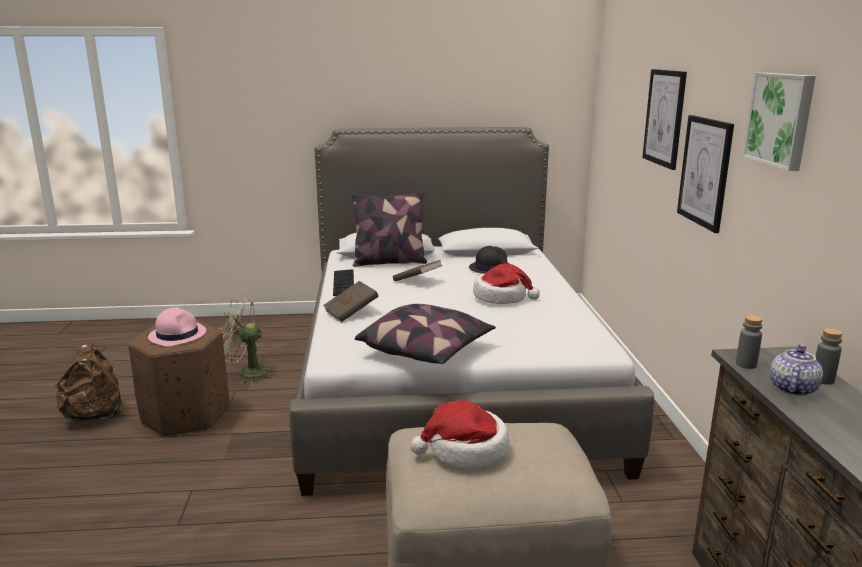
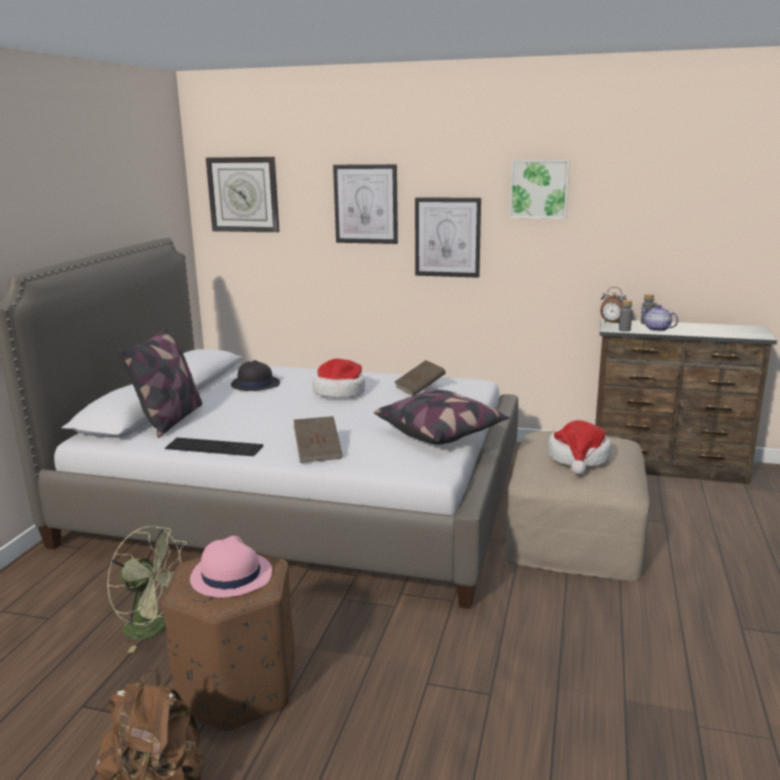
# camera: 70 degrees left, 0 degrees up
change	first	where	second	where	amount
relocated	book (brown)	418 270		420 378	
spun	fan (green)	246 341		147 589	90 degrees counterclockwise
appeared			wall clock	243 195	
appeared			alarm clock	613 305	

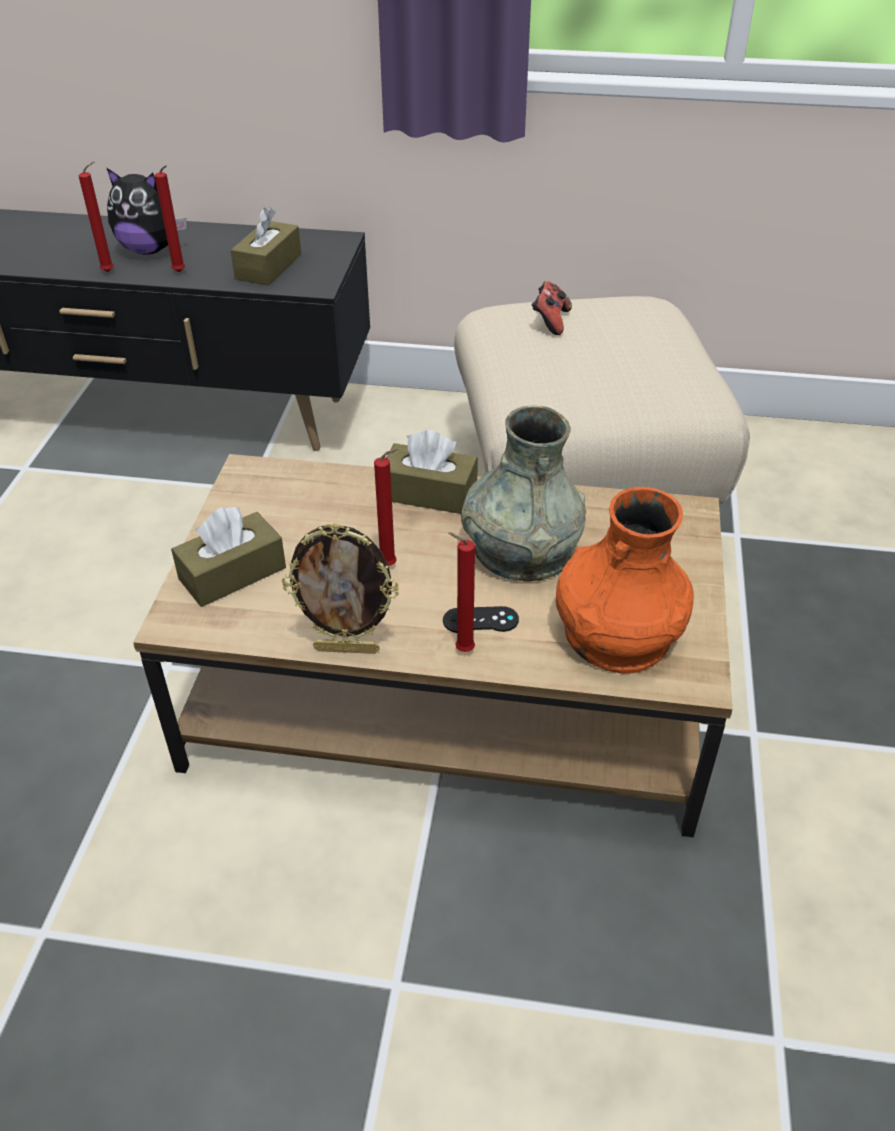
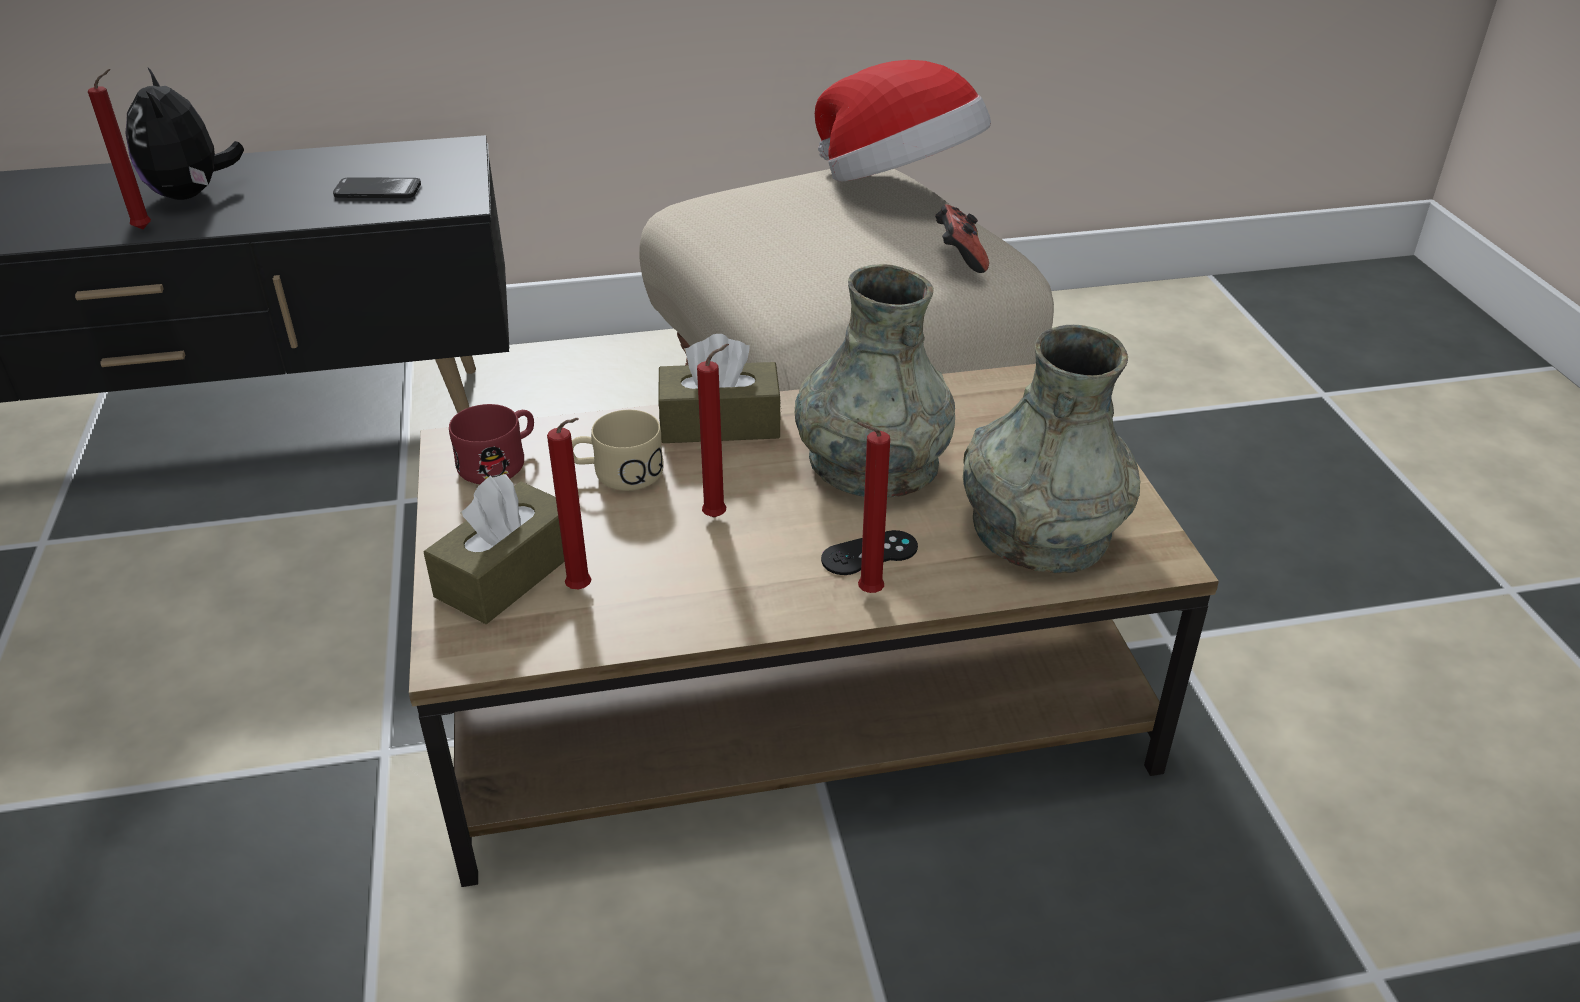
# camera: 20 degrees left, 5 degrees down
change	first	where	second	where	amount
relocated	candle (red)	170 218		569 503	
spun	plush toy	147 211		184 134	75 degrees clockwise
exchanged	tissue box (brown)	266 246	phone	377 187	
relocated	game controller	552 308		962 238	
colour	vase (orange)	625 580	vase (grey)	1052 449	
missing	picture frame	340 588			
appeared			hat	903 121	
appeared			mug (red)	491 444	
appeared			mug (beige)	618 450	

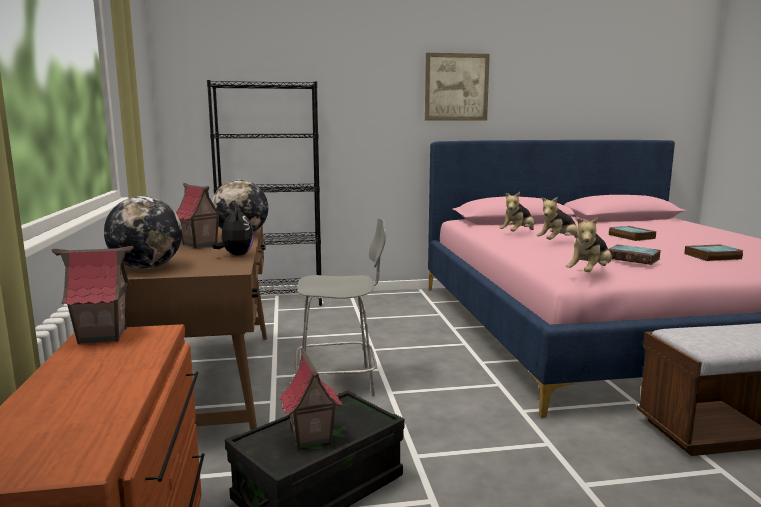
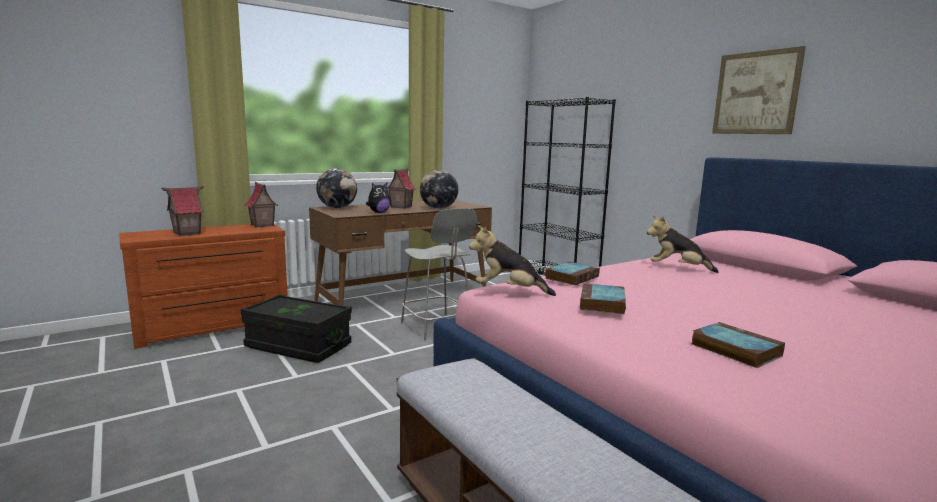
# camera: 65 degrees right, 0 degrees up
change	first	where	second	where	amount
missing	plush toy	557 218			
relocated	book	632 233		572 274	
relocated	toy house	310 398		182 211	

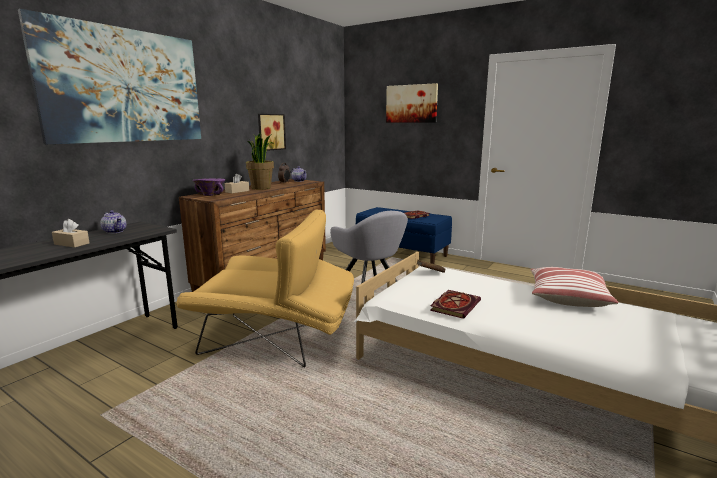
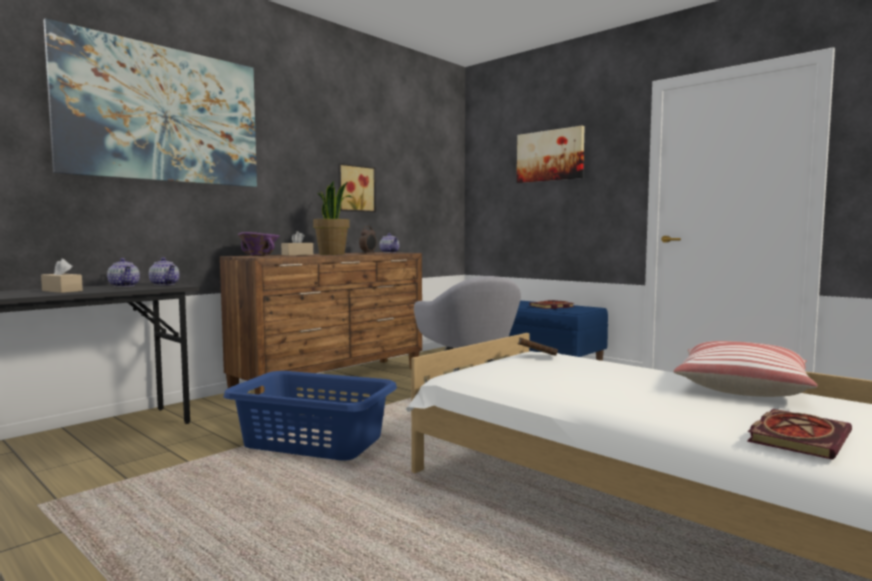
# camera: 10 degrees right, 10 degrees down
change	first	where	second	where	amount
exchanged	armchair (yellow)	265 288	laundry basket (blue)	310 416	
relocated	book	455 304		799 434	
appeared			teapot	164 271	

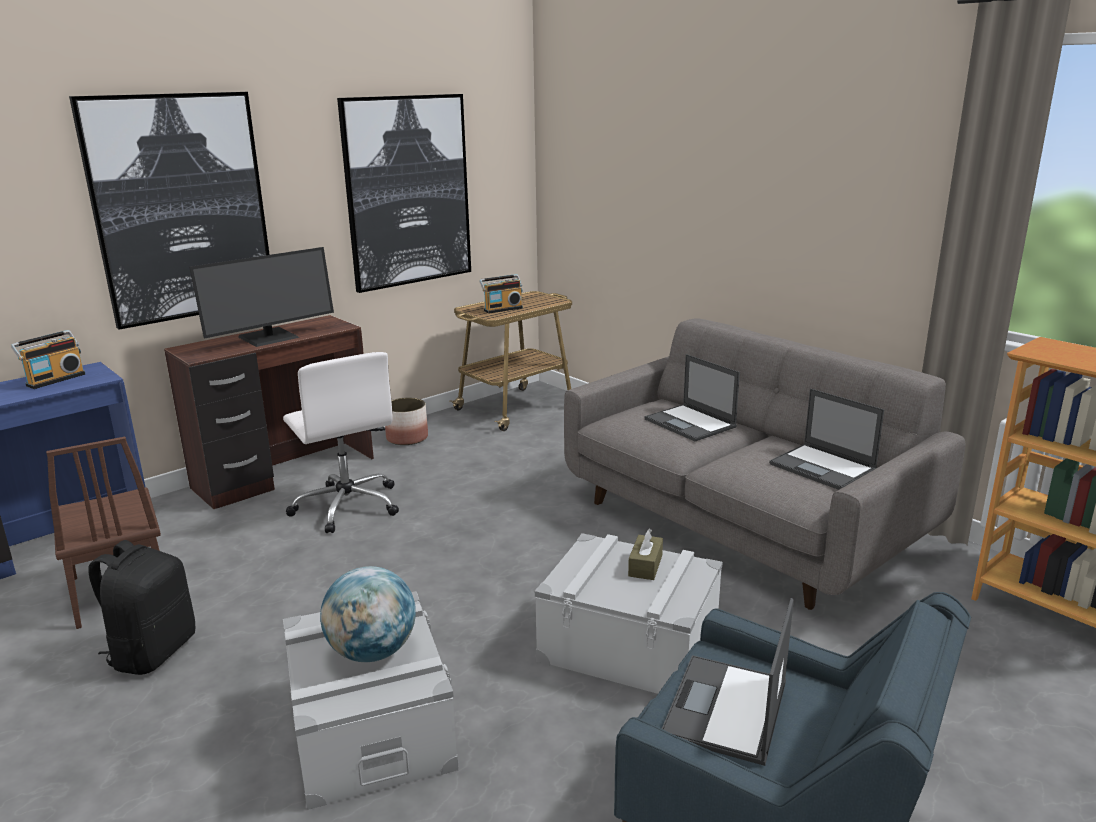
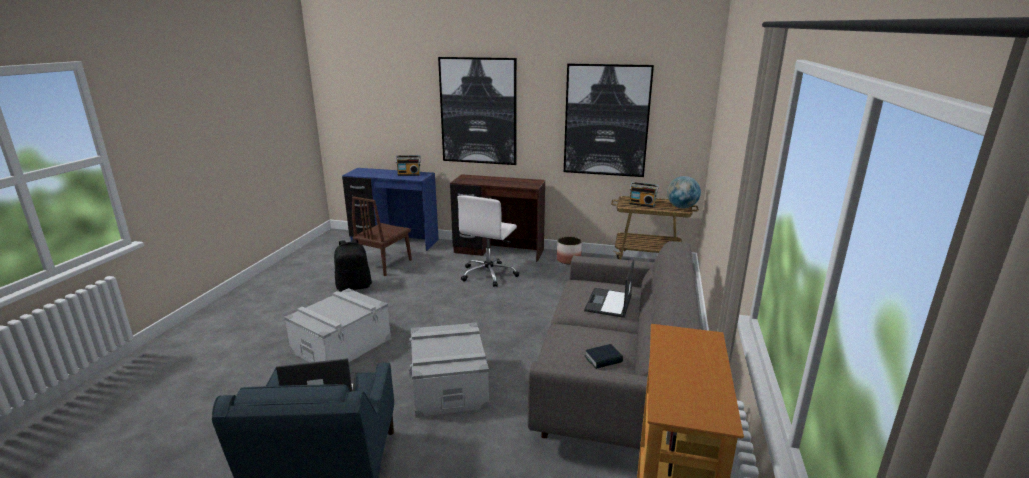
# camera: 55 degrees right, 0 degrees up
change	first	where	second	where	amount
missing	monitor	261 297			
exchanged	laptop	827 439	book	604 356	
missing	tissue box (brown)	645 554			
relocated	globe	368 614		684 192	

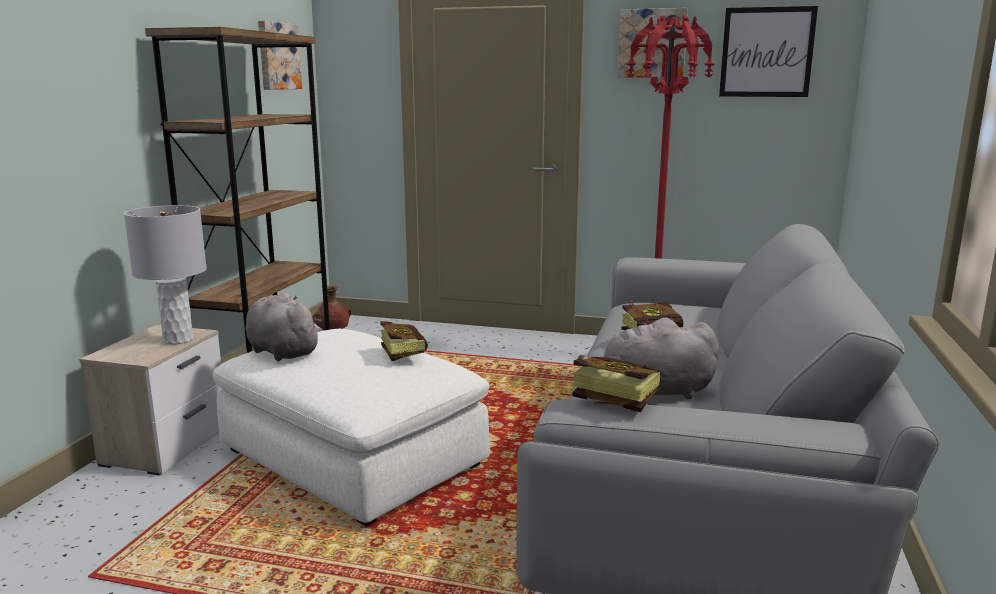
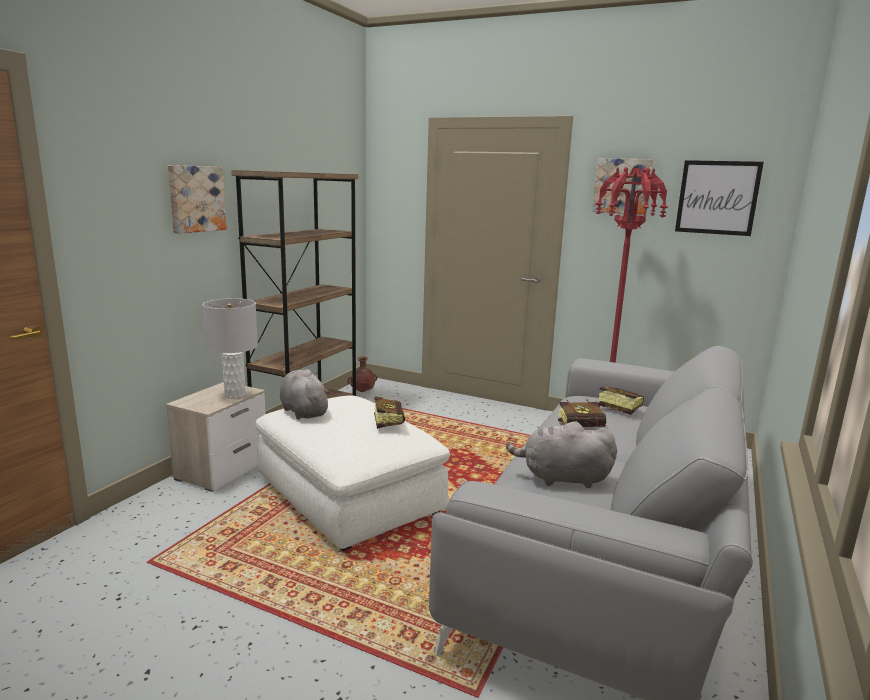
# camera: 10 degrees right, 0 degrees up
change	first	where	second	where	amount
relocated	picture	280 55		197 199	
relocated	book	611 384		621 401	

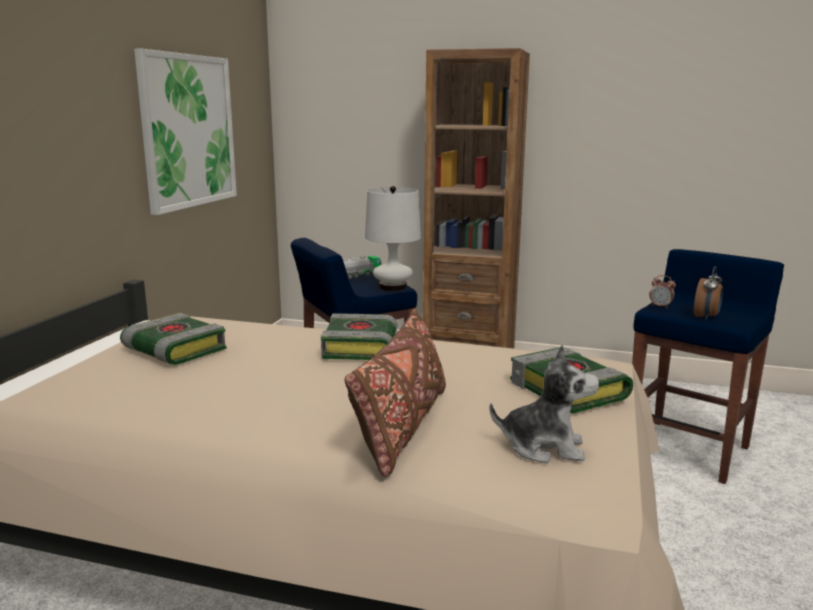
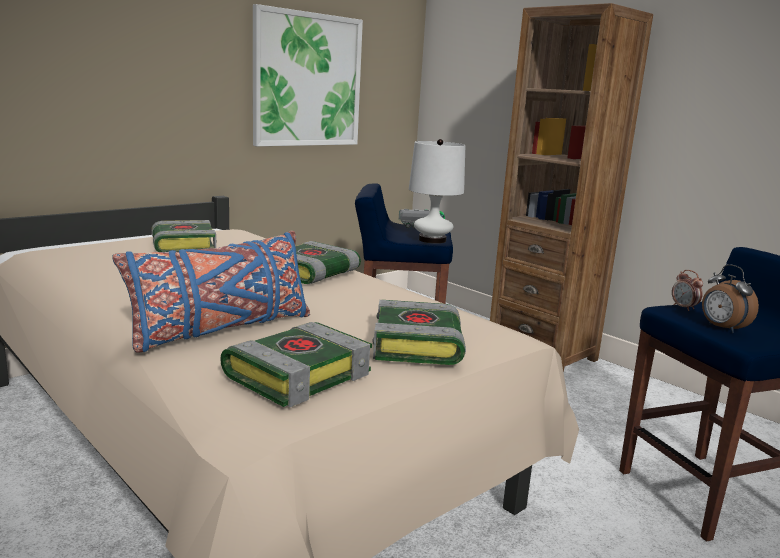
# camera: 30 degrees right, 0 degrees up
change	first	where	second	where	amount
spun	alarm clock	708 293		730 298	90 degrees clockwise
colour	pillow (brown)	395 393	pillow (blue)	211 292	
exchanged	plush toy	545 404	book	296 364	

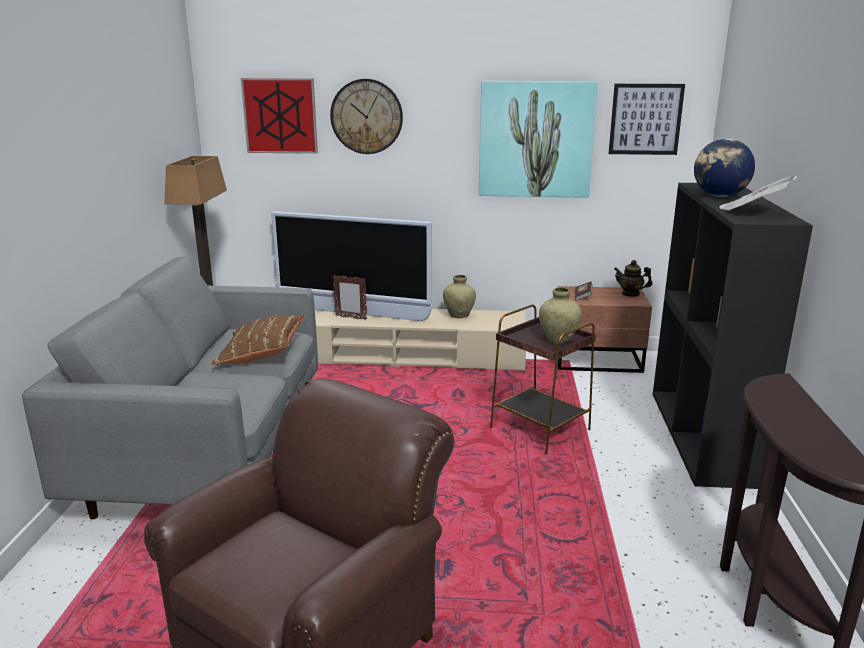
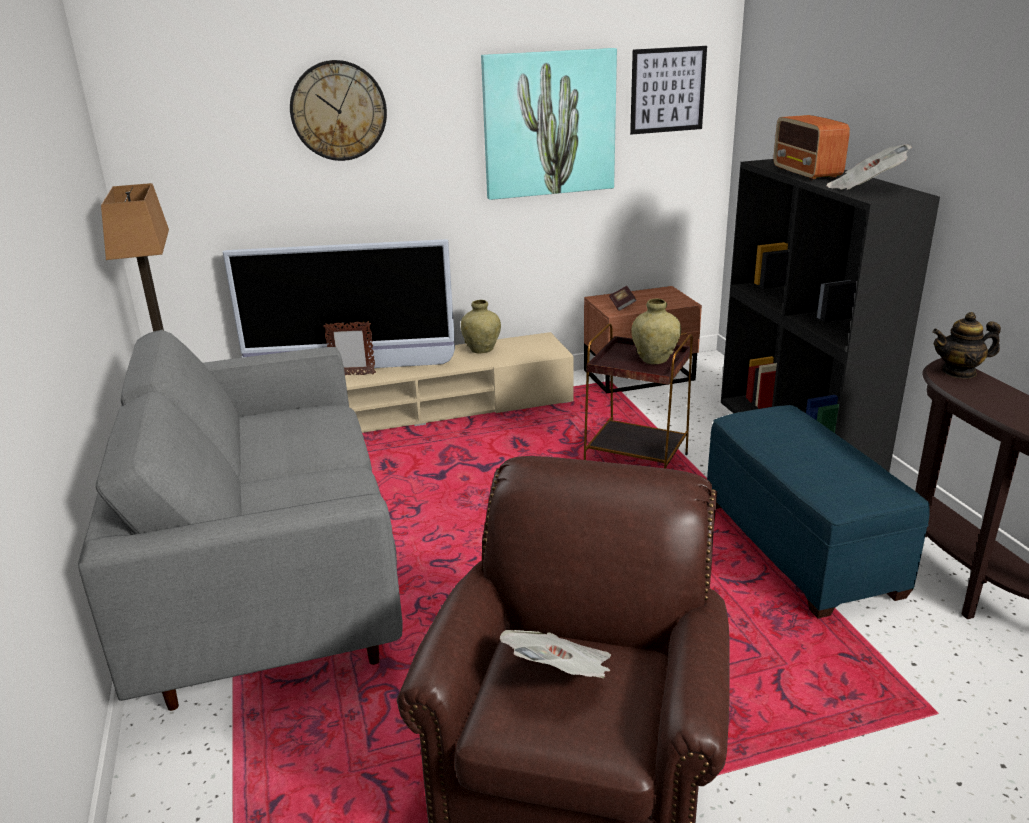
# camera: 20 degrees left, 5 degrees up
change	first	where	second	where	amount
missing	picture	279 116			
exchanged	globe	724 168	radio	812 148	
relocated	teapot	633 278		966 345	
missing	pillow (brown)	258 340			
appeared			ottoman (blue)	818 511	
appeared			newspaper	555 654	

